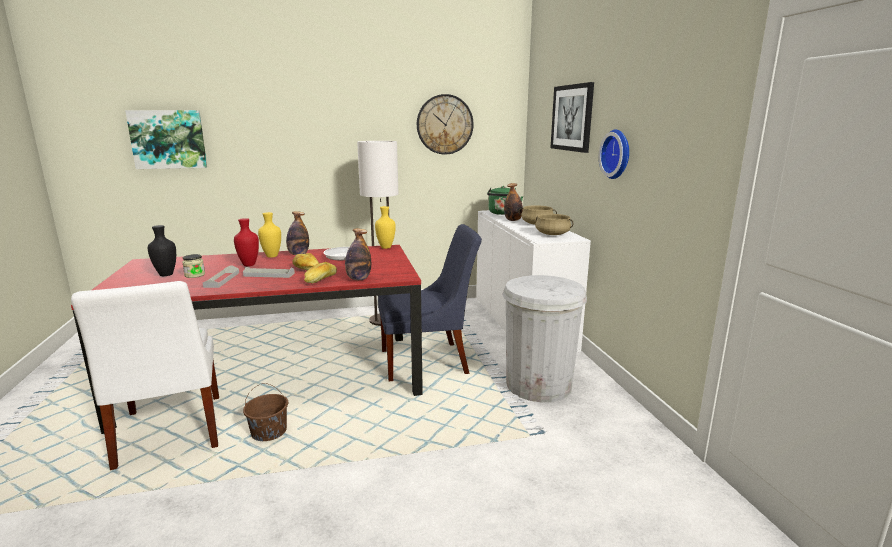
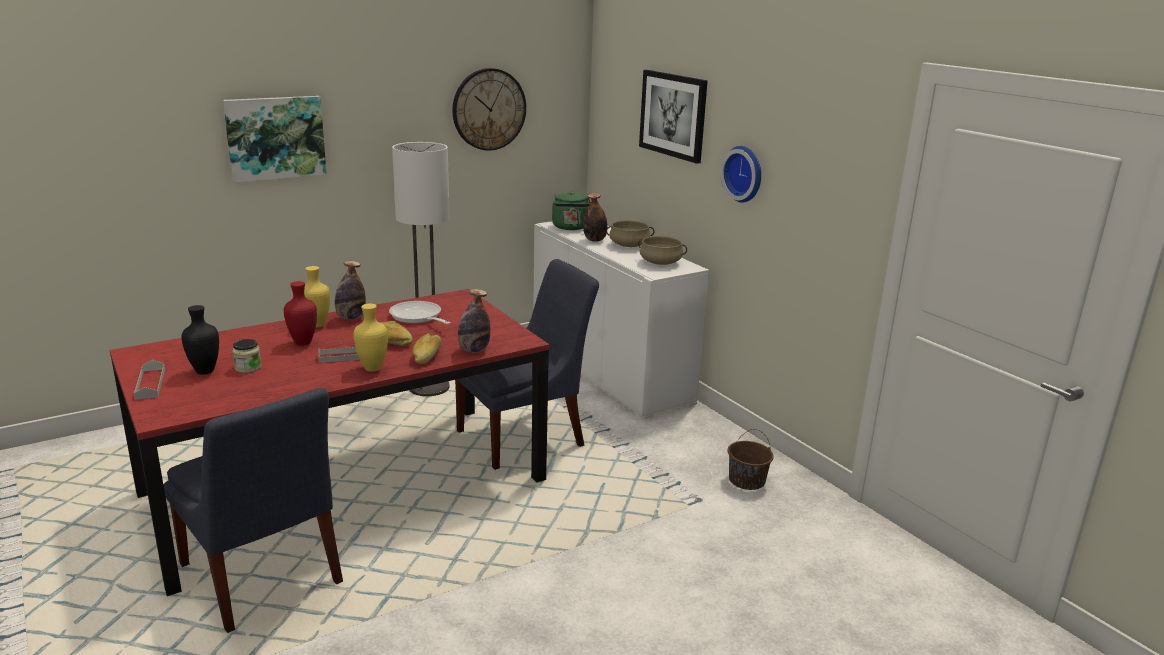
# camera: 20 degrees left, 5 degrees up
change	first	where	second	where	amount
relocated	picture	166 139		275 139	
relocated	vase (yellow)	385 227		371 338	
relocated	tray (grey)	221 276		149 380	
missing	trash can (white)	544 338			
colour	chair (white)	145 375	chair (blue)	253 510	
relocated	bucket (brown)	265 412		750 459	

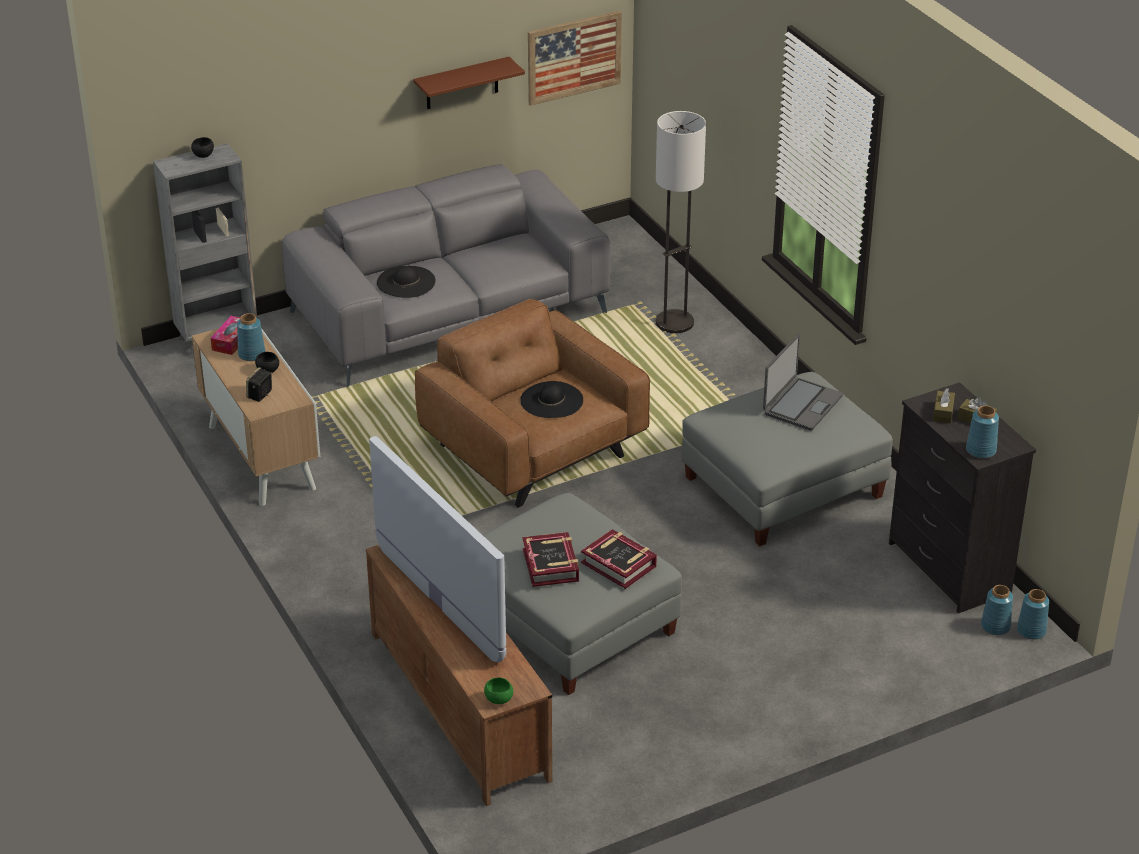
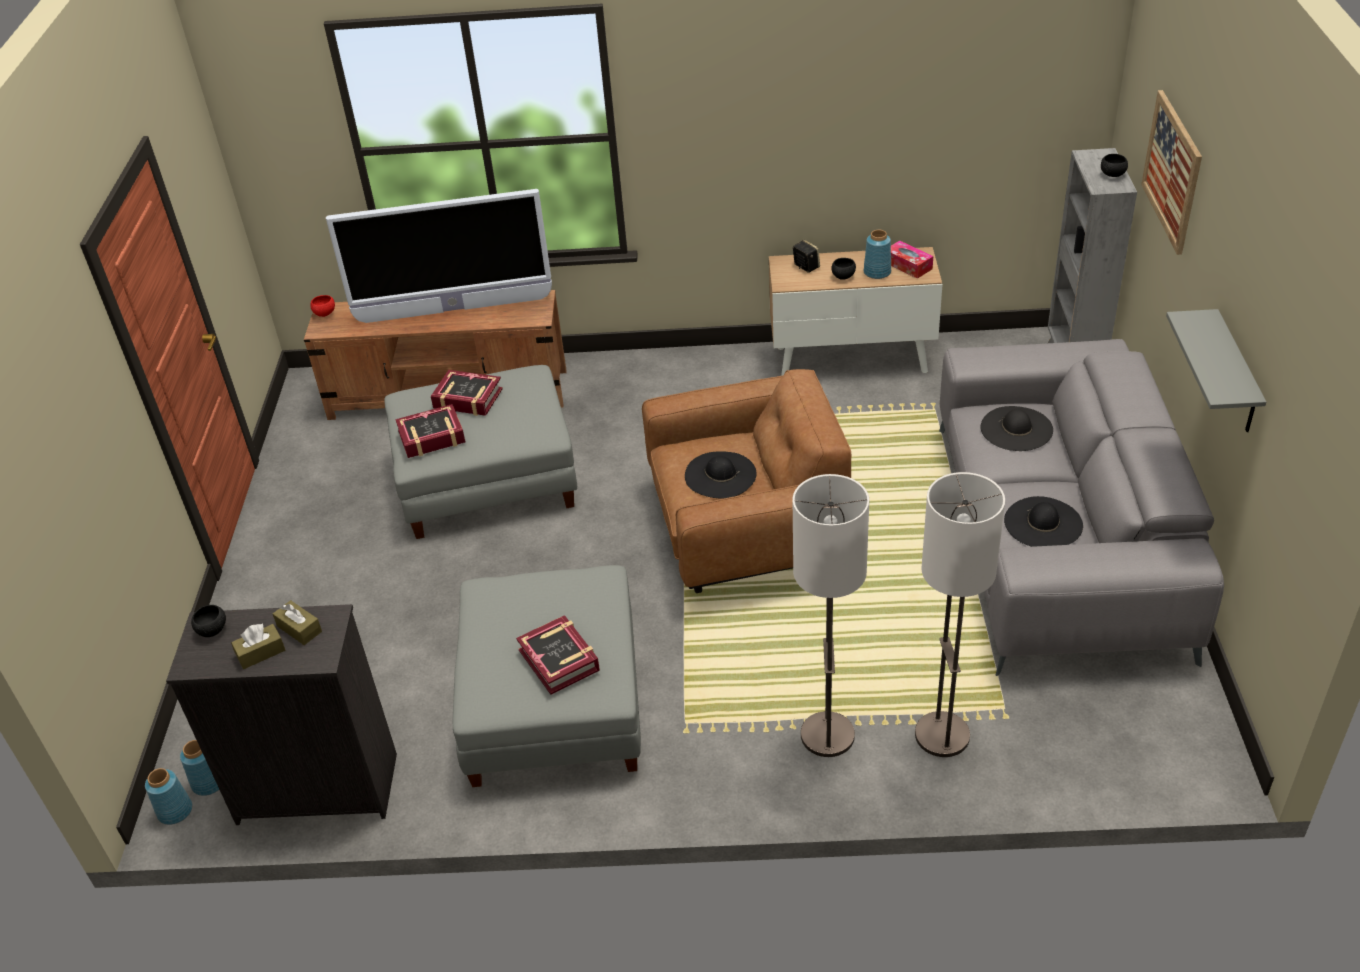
# camera: 120 degrees right, 5 degrees up
change	first	where	second	where	amount
relocated	picture	575 58		1171 172	
colour	shelf (brown)	469 83	shelf (grey)	1216 370	
exchanged	laptop	803 382	book	558 655	
exchanged	vase (blue)	982 431	bowl (black)	208 621	
colour	bowl (green)	498 691	bowl (red)	322 306	
appeared			floor lamp	831 615	
appeared			hat (black)	1043 521	

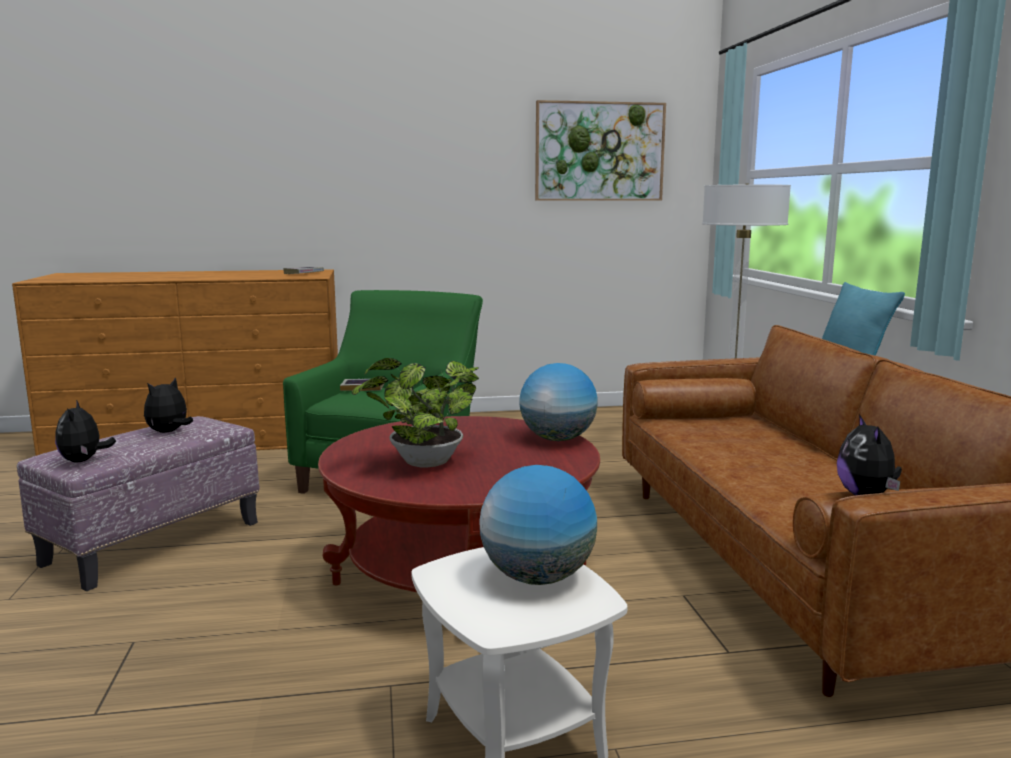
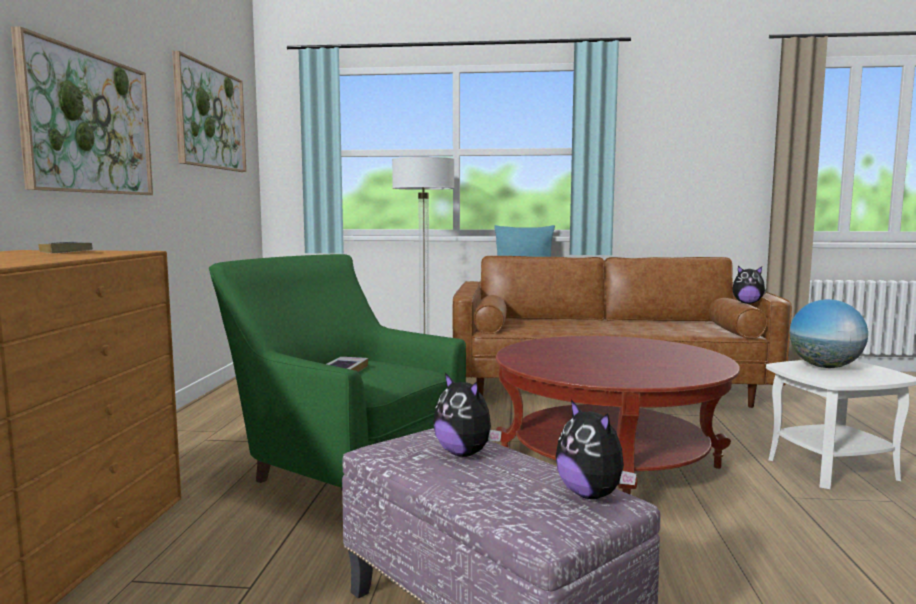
# camera: 75 degrees left, 5 degrees down
change	first	where	second	where	amount
missing	potted plant	415 413			
missing	globe	558 402			
spun	plush toy	85 431		596 449	60 degrees clockwise
appeared			picture	82 110	

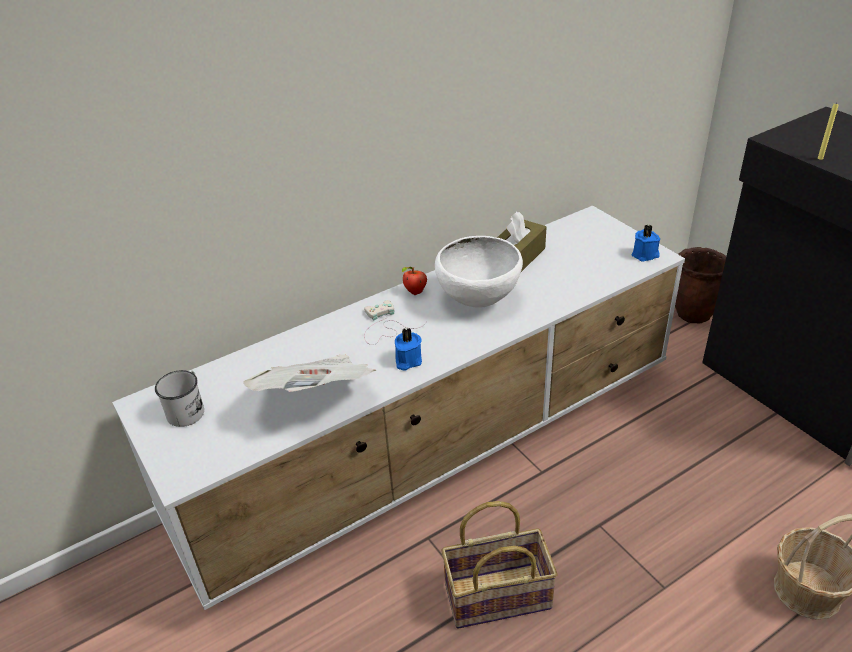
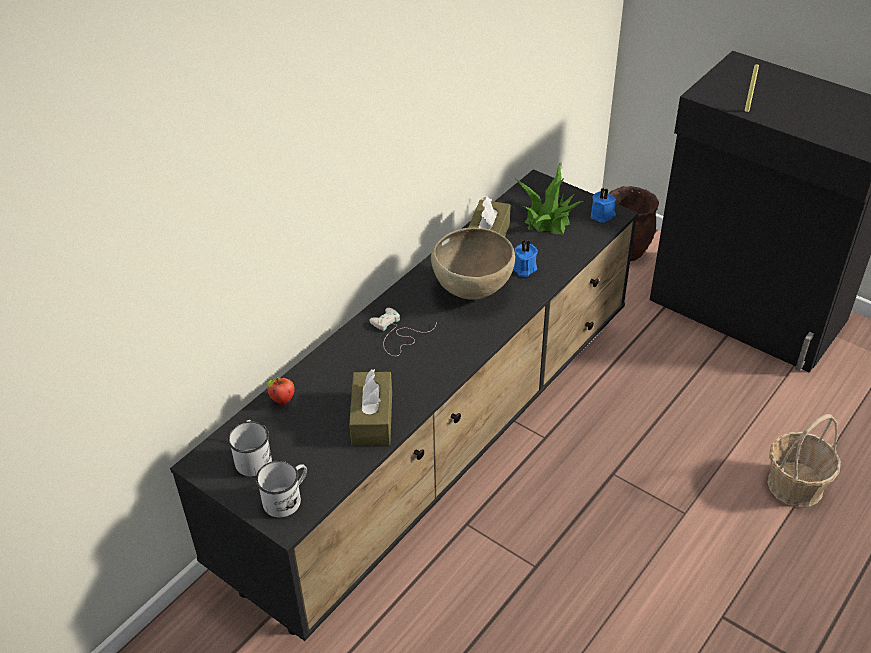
# camera: 20 degrees left, 5 degrees up
change	first	where	second	where	amount
colour	tv stand (white)	398 408	tv stand (black)	404 405	
colour	bowl (white)	479 272	bowl (brown)	473 263	
relocated	apple	414 281		281 391	
relocated	candle (blue)	408 349		525 258	
exchanged	newspaper	309 373	tissue box (brown)	370 407	
missing	basket	499 565			
appeared			potted plant	548 198	
appeared			mug (white)	281 488	

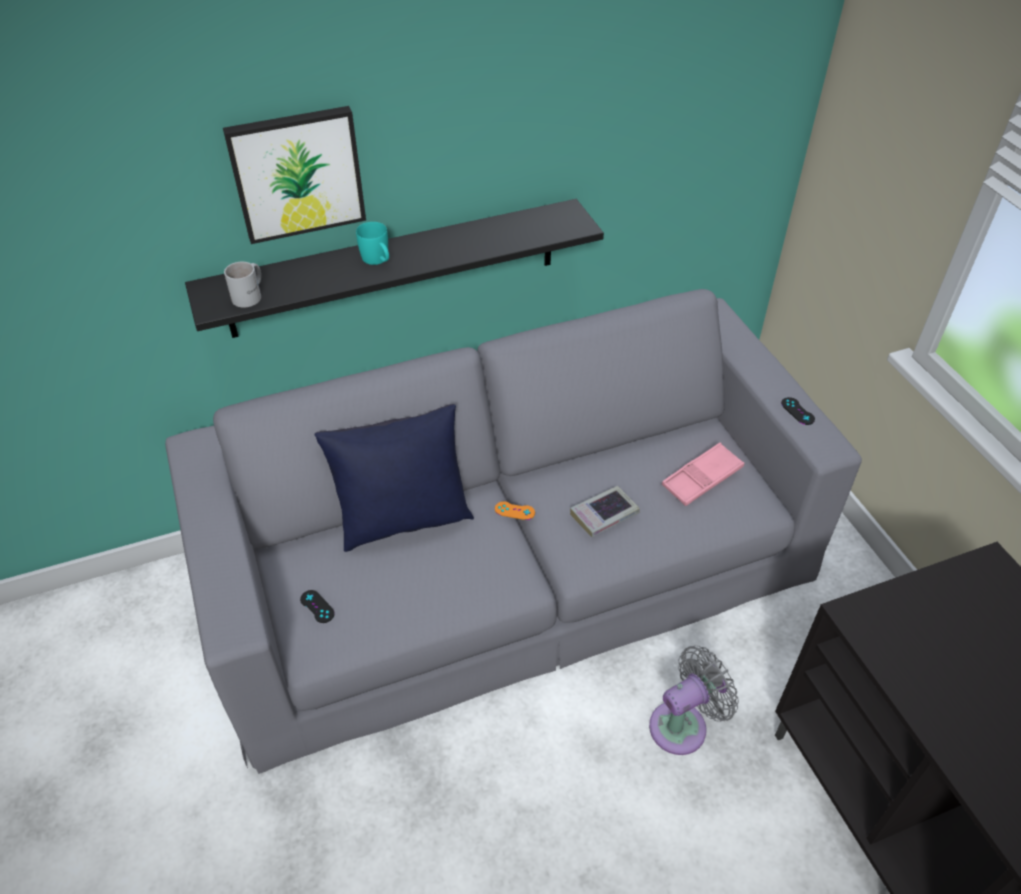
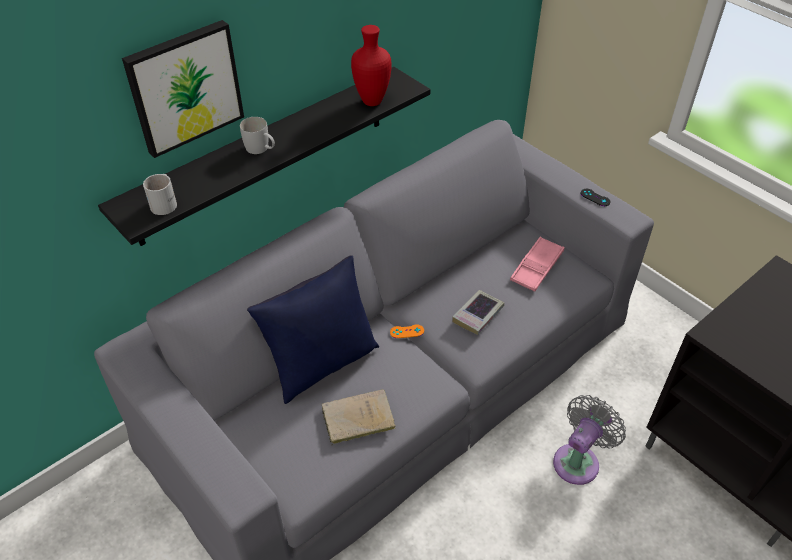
# camera: 20 degrees left, 0 degrees up
change	first	where	second	where	amount
colour	mug (turquoise)	372 243	mug (white)	257 135	
missing	game controller (black)	317 606			
appeared			vase (red)	371 65	
appeared			book (beige)	359 417	

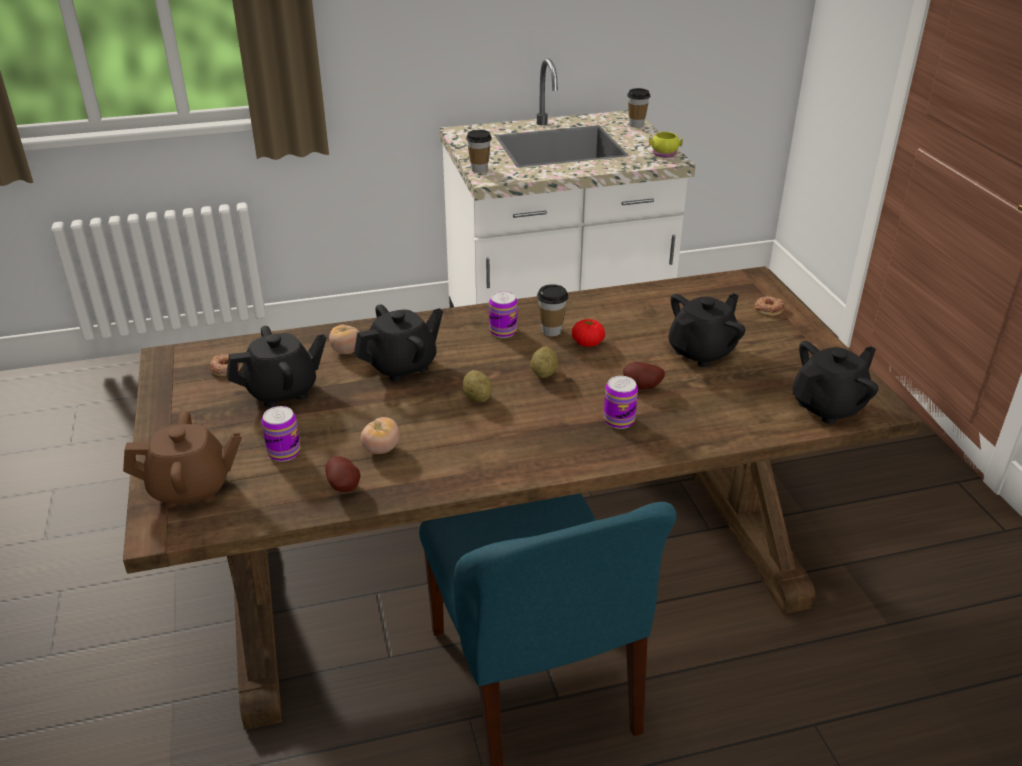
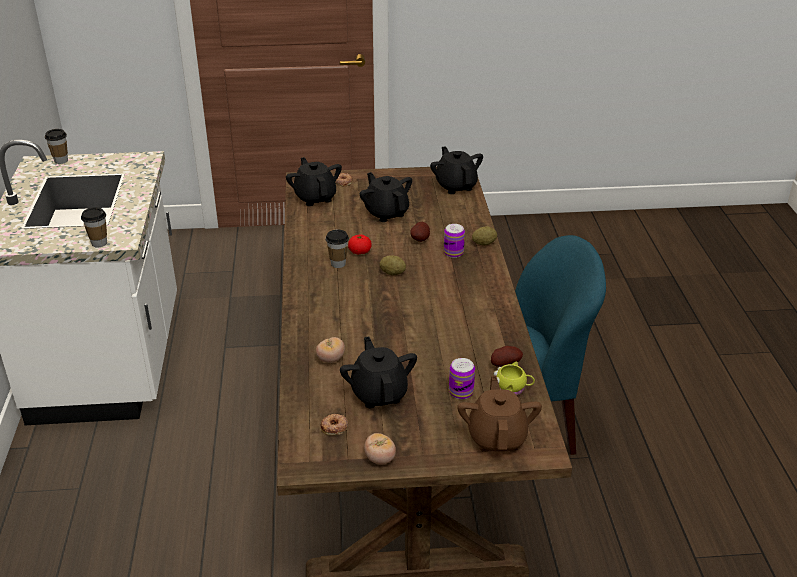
# camera: 80 degrees left, 0 degrees up
change	first	where	second	where	amount
relocated	mug (yellow)	666 145		514 378	
missing	can	503 314			
relocated	teapot (black)	398 343		314 181	
relocated	potato	478 386		484 235	
relocated	tomato	380 435		380 448	

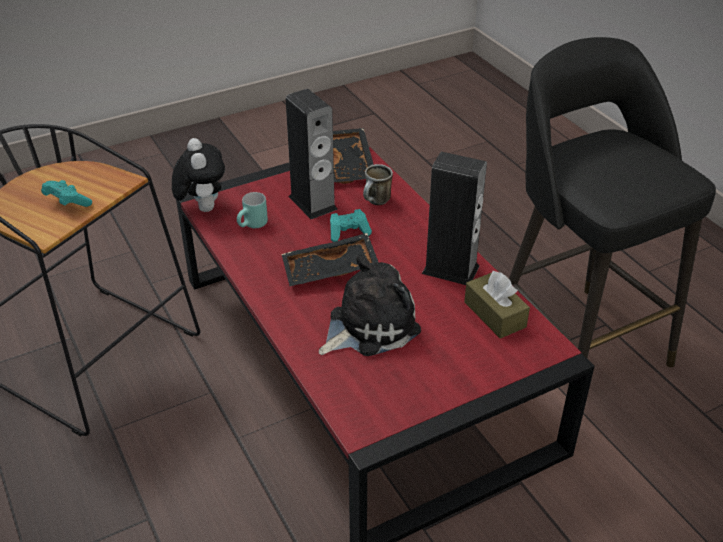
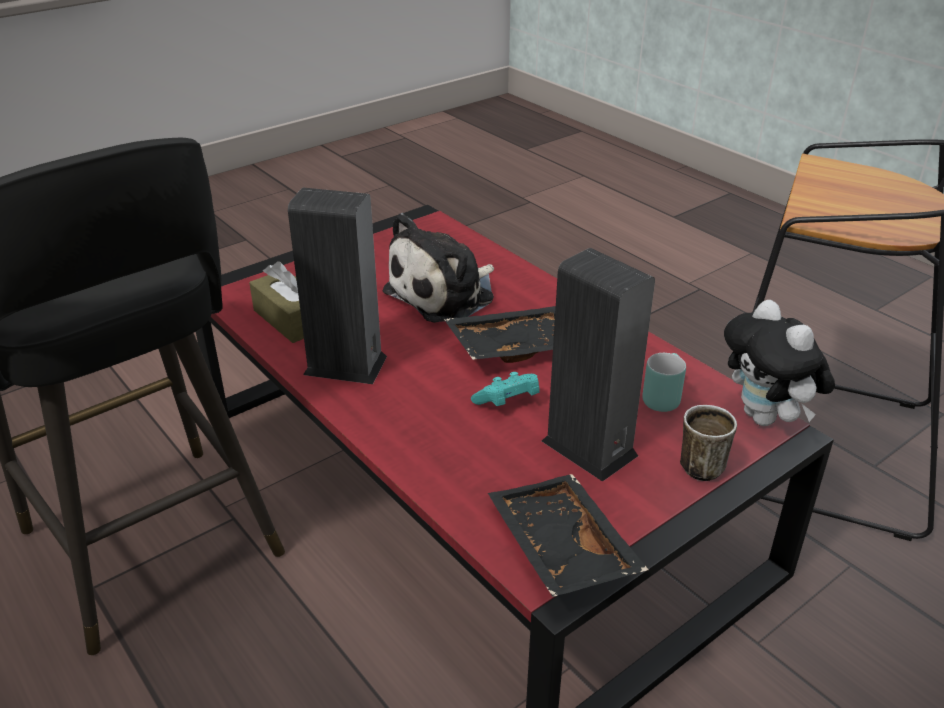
# camera: 170 degrees right, 5 degrees down
change	first	where	second	where	amount
relocated	mug	378 184		708 443	
missing	game controller (turquoise)	66 193			

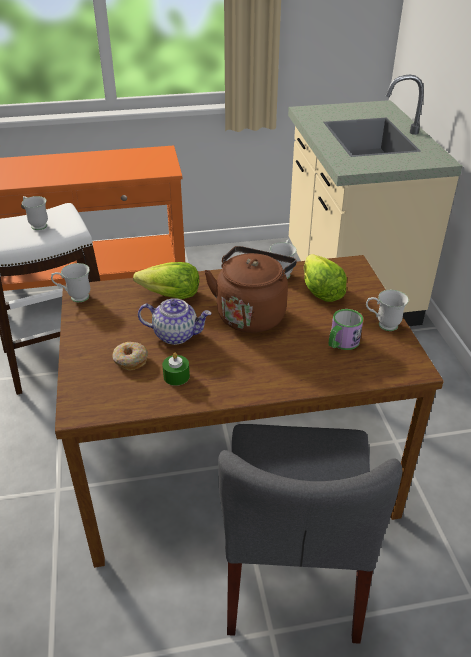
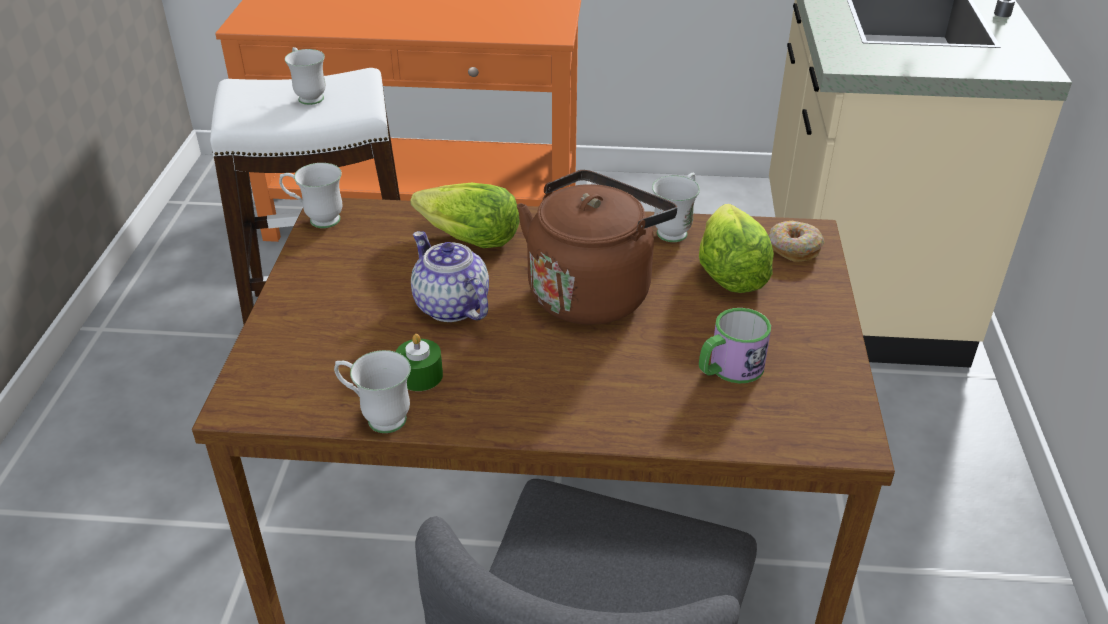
# camera: 15 degrees right, 0 degrees up
change	first	where	second	where	amount
relocated	mug (white)	387 310		372 391	
spun	teapot	174 321		450 276	150 degrees counterclockwise
relocated	donut	130 356		796 241	

